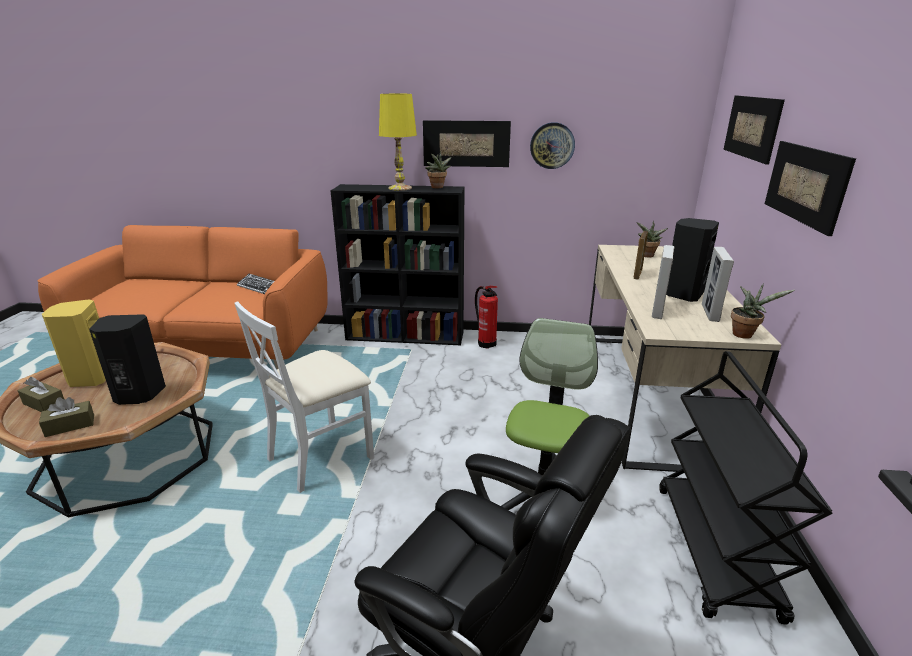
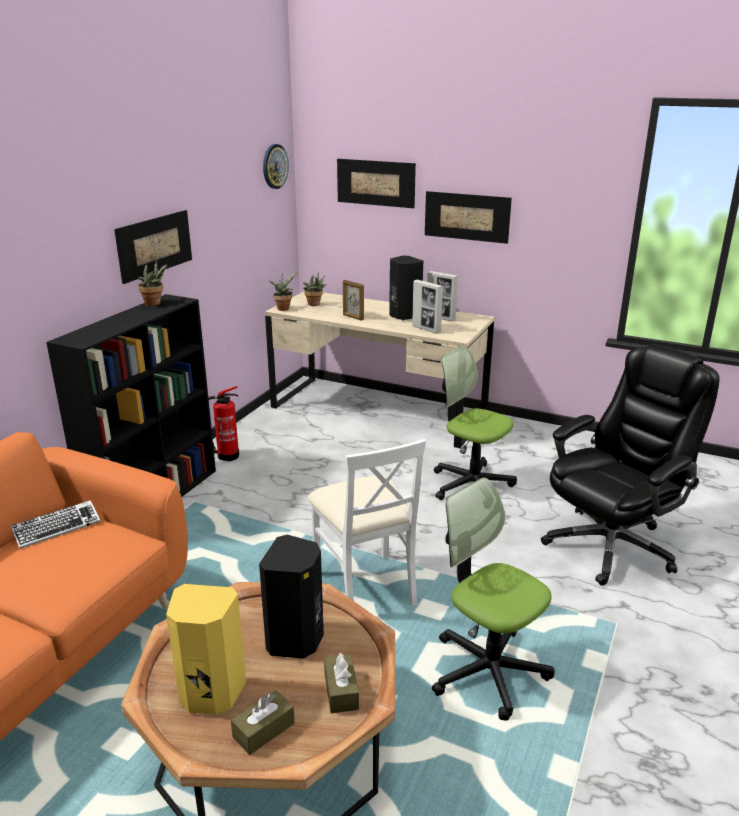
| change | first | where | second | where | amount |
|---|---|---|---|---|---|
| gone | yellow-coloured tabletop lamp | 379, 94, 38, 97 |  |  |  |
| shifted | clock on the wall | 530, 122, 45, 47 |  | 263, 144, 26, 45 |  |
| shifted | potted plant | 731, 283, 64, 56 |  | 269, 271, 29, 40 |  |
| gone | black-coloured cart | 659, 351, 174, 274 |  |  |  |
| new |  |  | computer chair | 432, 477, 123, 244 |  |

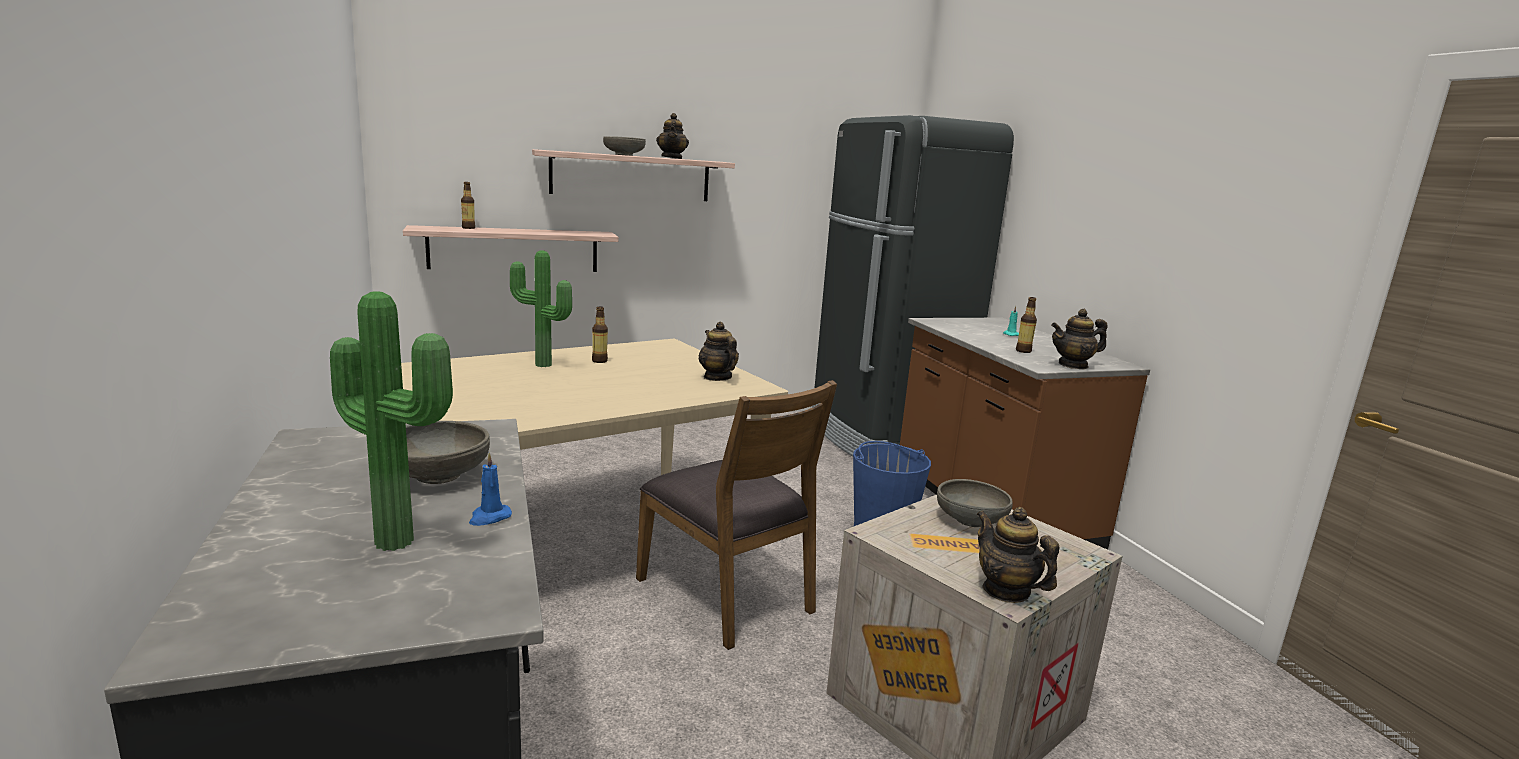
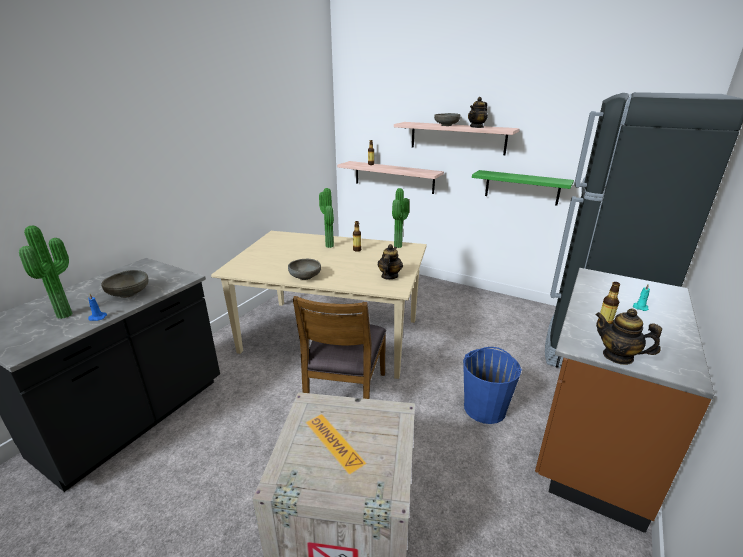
| change | first | where | second | where | amount |
|---|---|---|---|---|---|
| shifted | greyish serving bowl | 937, 479, 76, 48 |  | 288, 259, 33, 21 |  |
| gone | teapot | 976, 507, 83, 96 |  |  |  |
| new |  |  | greenish bracket shelf | 472, 170, 102, 36 |  |
| new |  |  | potted plant | 392, 188, 17, 60 |  |

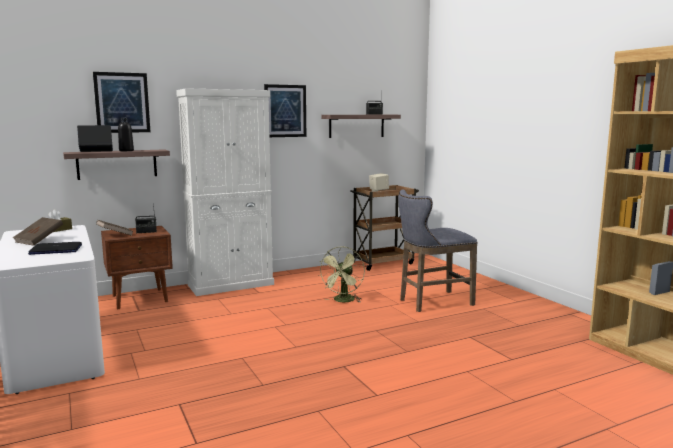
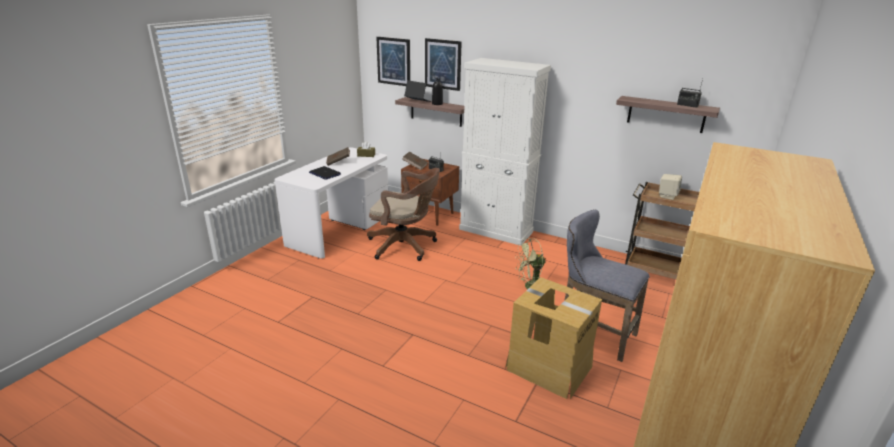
| change | first | where | second | where | amount |
|---|---|---|---|---|---|
| shifted | picture | 264, 84, 42, 53 |  | 376, 37, 34, 49 |  |
| new |  |  | brownish computer chair | 367, 168, 73, 93 |  |
| new |  |  | carton | 505, 277, 97, 122 |  |

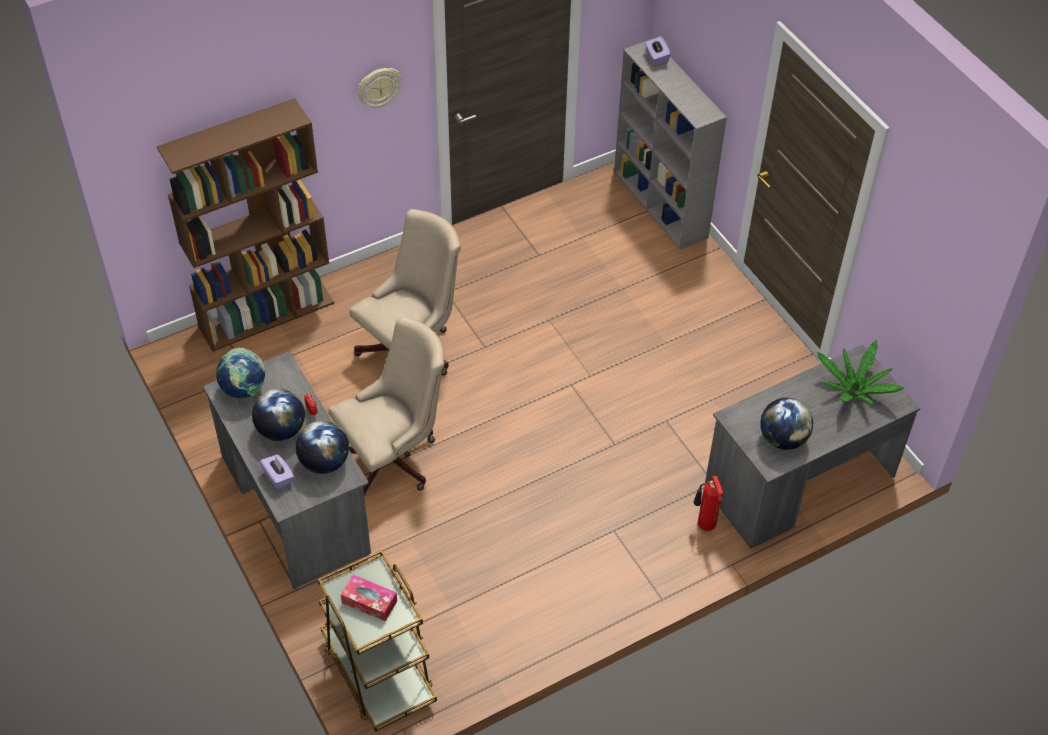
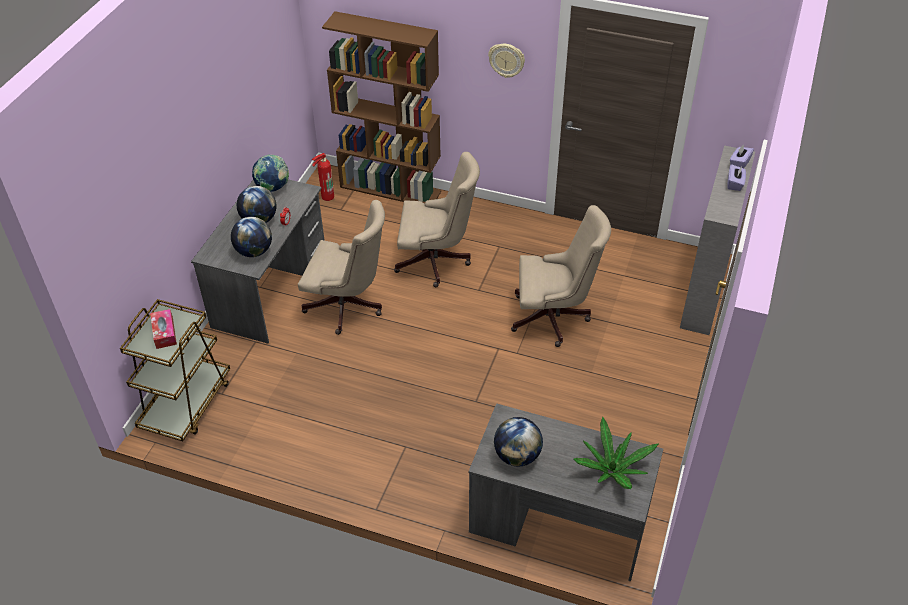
| change | first | where | second | where | amount |
|---|---|---|---|---|---|
| shifted | purplish tissue box | 260, 454, 34, 36 |  | 728, 164, 18, 27 |  |
| shifted | fire-fighting cylinder | 694, 476, 29, 55 |  | 312, 153, 22, 48 |  |
| new |  |  | beige-coloured computer chair | 511, 205, 100, 142 |  |

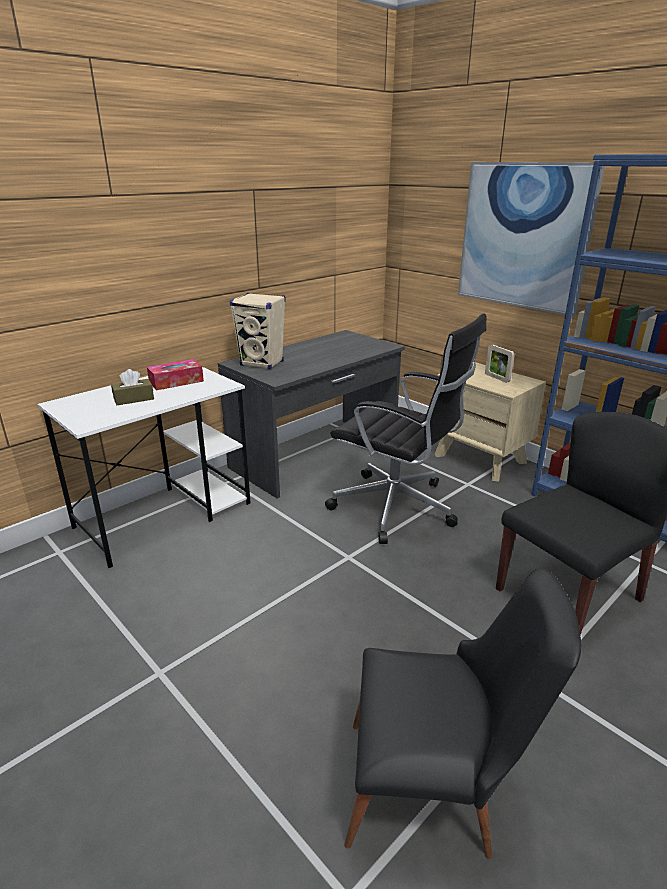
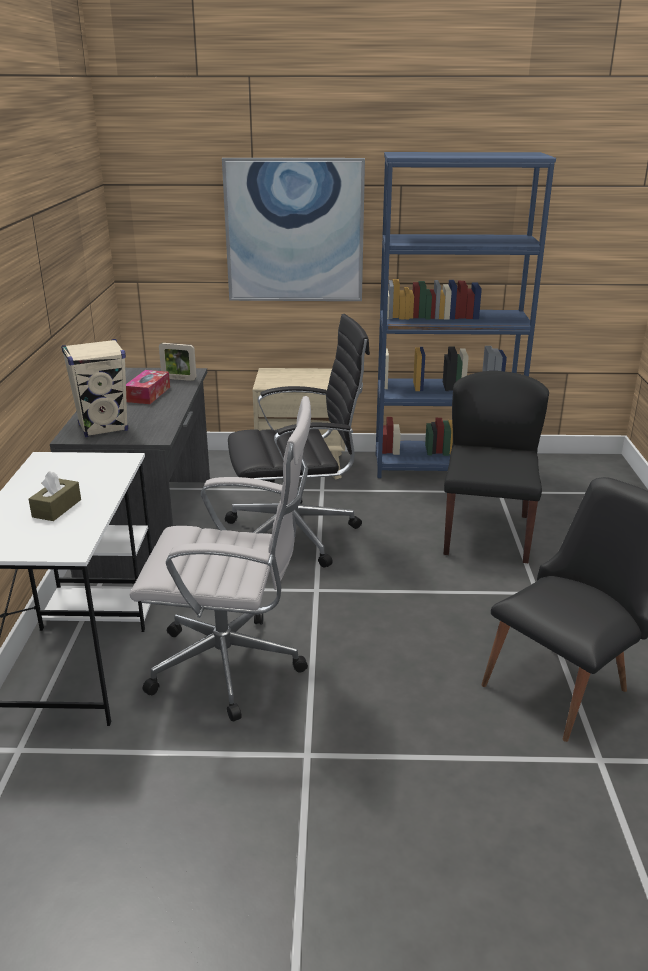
| change | first | where | second | where | amount |
|---|---|---|---|---|---|
| shifted | standing frame | 485, 345, 30, 38 |  | 159, 343, 38, 38 |  |
| shifted | tissue box | 147, 359, 57, 31 |  | 126, 370, 44, 34 |  |
| new |  |  | white computer chair | 130, 396, 181, 326 |  |

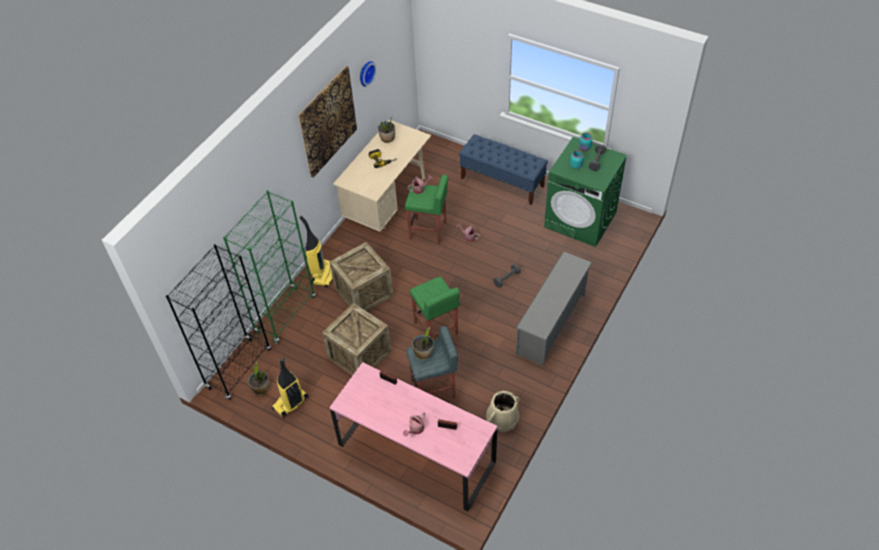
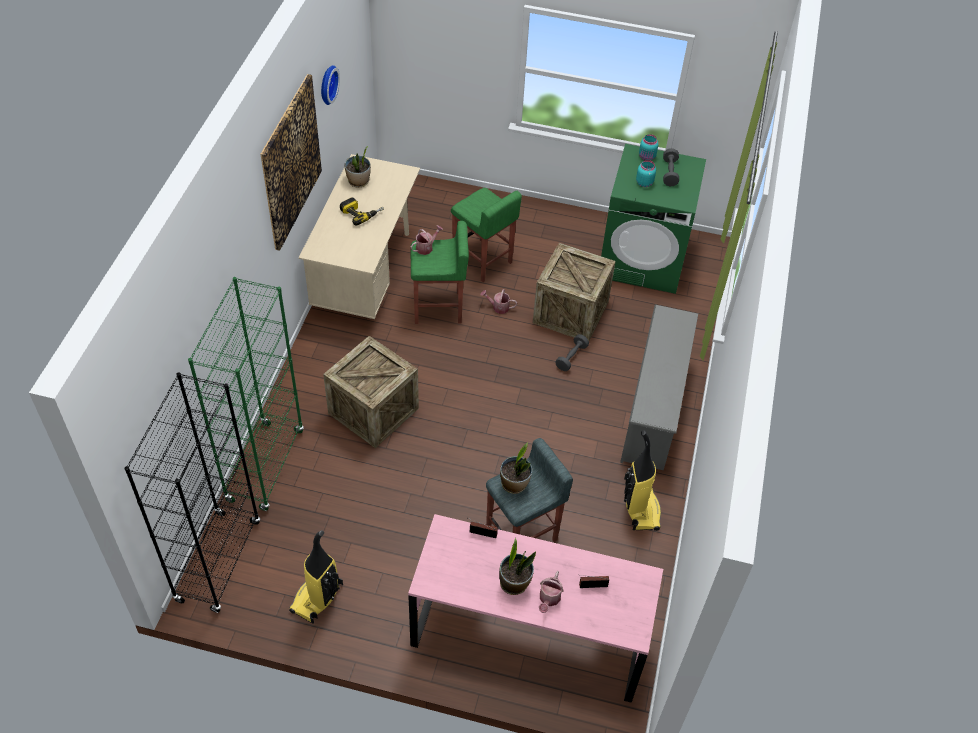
| change | first | where | second | where | amount |
|---|---|---|---|---|---|
| gone | bluish indoor bench | 459, 134, 89, 71 |  |  |  |
| shifted | hoover | 300, 216, 33, 71 |  | 624, 430, 37, 101 |  |
| shifted | greenish stool | 410, 277, 50, 62 |  | 451, 188, 71, 94 |  |
| shifted | shipping crate | 322, 303, 69, 73 |  | 533, 243, 83, 98 |  |
| shifted | potted plant | 248, 362, 21, 33 |  | 499, 538, 37, 57 |  |
| gone | beige-coloured water bucket | 486, 391, 34, 41 |  |  |  |

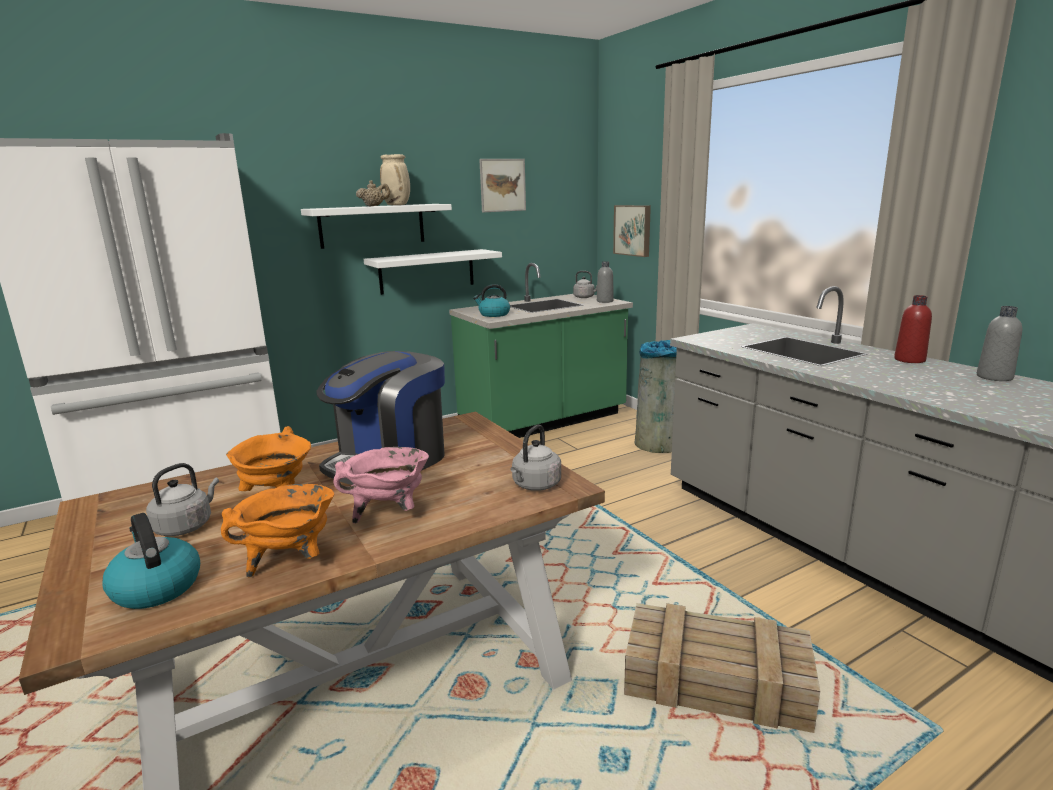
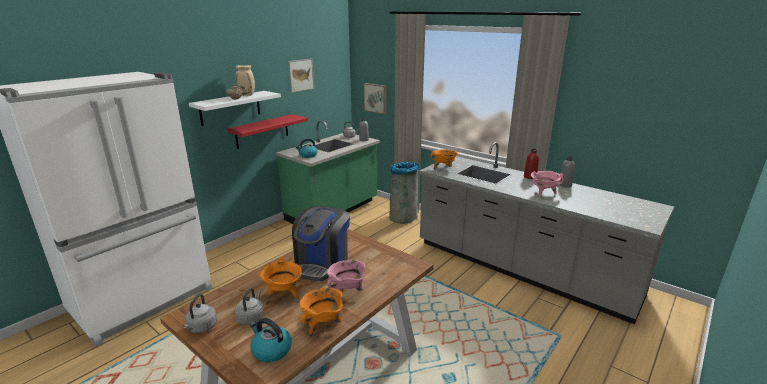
| change | first | where | second | where | amount |
|---|---|---|---|---|---|
| repainted | white bracket shelf | 364, 249, 138, 46 | red-coloured bracket shelf | 226, 114, 82, 35 |  |
| shifted | greyish water kettle | 511, 425, 50, 66 |  | 183, 294, 34, 39 |  |
| gone | shipping crate | 624, 603, 196, 130 |  |  |  |
| new |  |  | orangey stockpot | 430, 149, 28, 20 |  |
| new |  |  | pinkish stockpot | 531, 171, 33, 26 |  |

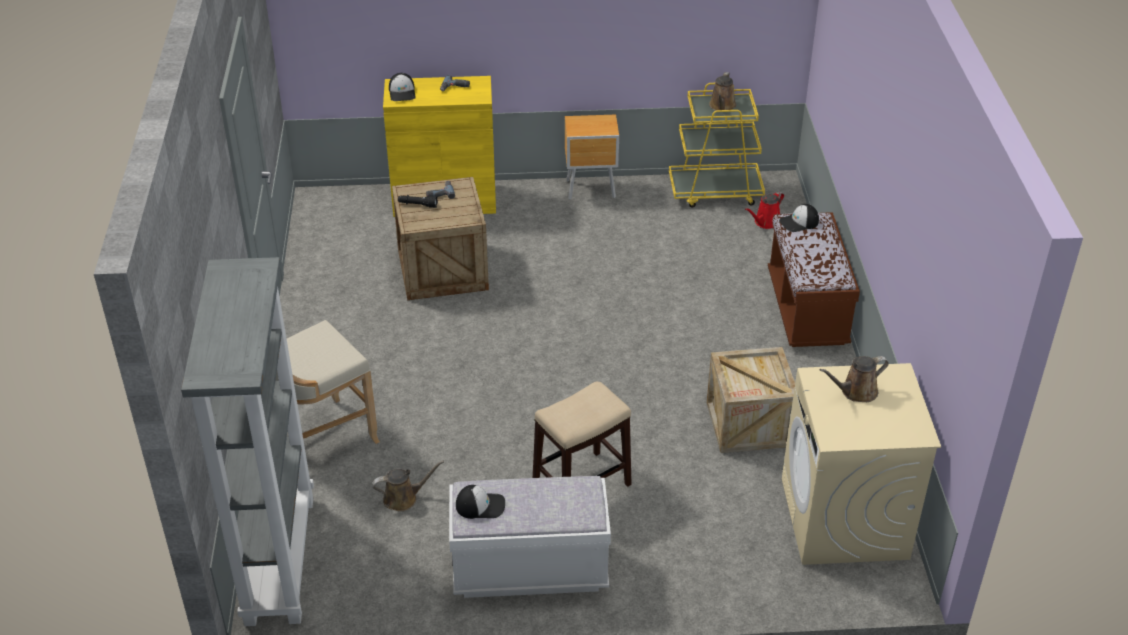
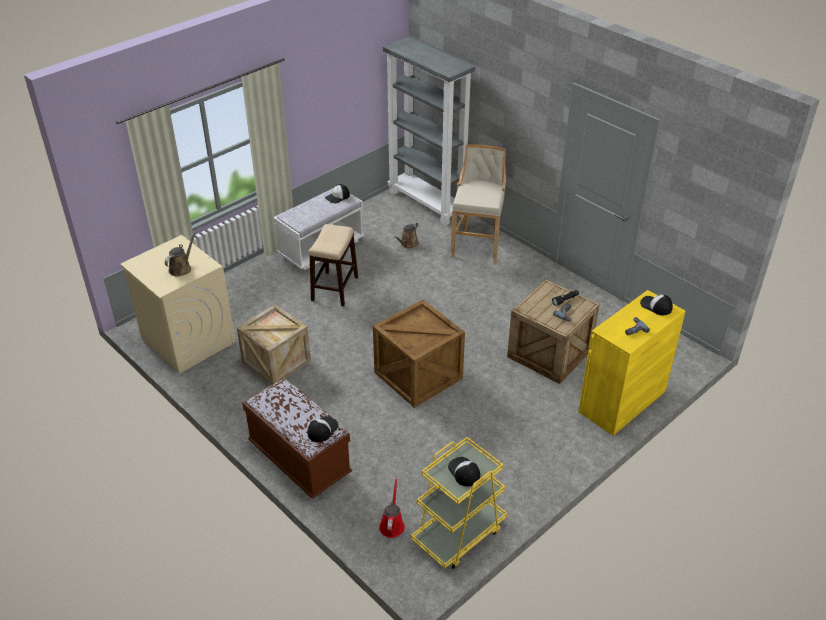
| change | first | where | second | where | amount |
|---|---|---|---|---|---|
| swapped | brownish sprinkling can | 709, 72, 27, 38 | peaked cap | 448, 457, 32, 30 |  |
| gone | brownish night table | 565, 114, 54, 86 |  |  |  |
| new |  |  | shipping crate | 373, 299, 92, 109 |  |

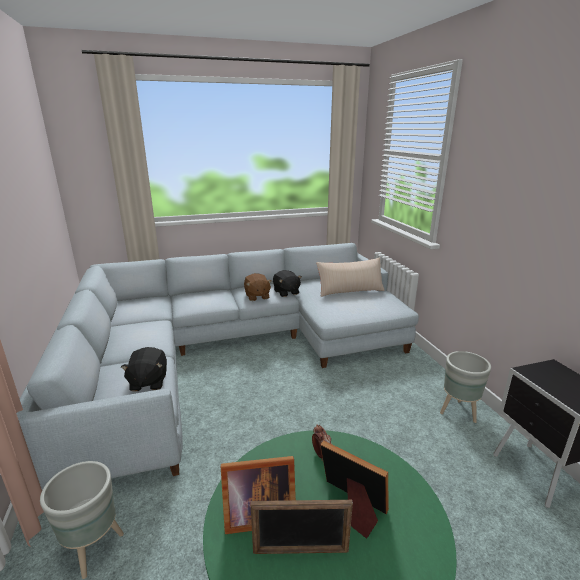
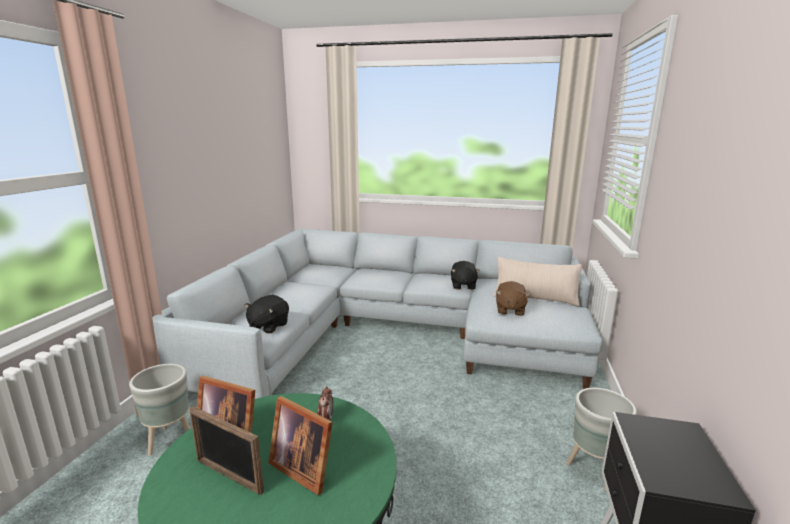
| change | first | where | second | where | amount |
|---|---|---|---|---|---|
| shifted | brownish soft toy | 244, 273, 28, 28 |  | 496, 281, 34, 35 |  |
| rotated | standing frame | 320, 440, 69, 99 |  | 268, 396, 65, 99 | 150 degrees clockwise |

